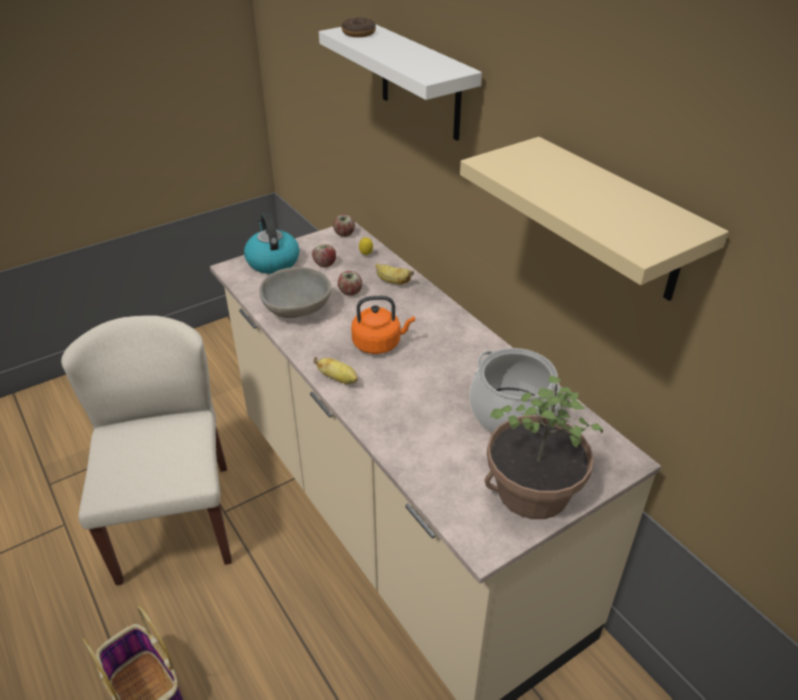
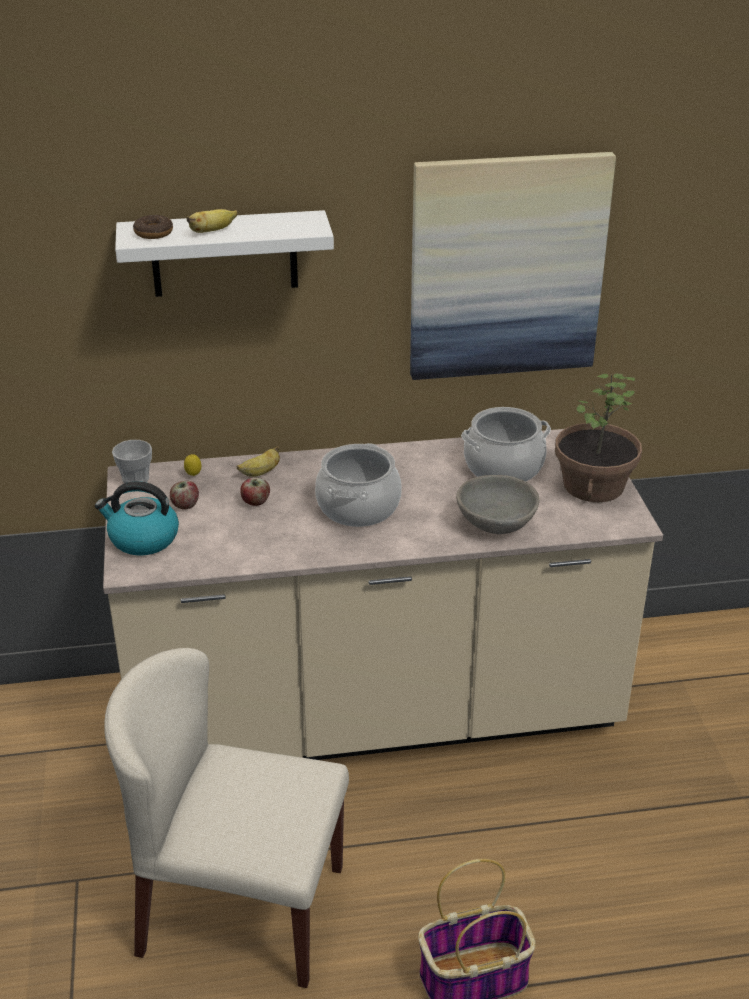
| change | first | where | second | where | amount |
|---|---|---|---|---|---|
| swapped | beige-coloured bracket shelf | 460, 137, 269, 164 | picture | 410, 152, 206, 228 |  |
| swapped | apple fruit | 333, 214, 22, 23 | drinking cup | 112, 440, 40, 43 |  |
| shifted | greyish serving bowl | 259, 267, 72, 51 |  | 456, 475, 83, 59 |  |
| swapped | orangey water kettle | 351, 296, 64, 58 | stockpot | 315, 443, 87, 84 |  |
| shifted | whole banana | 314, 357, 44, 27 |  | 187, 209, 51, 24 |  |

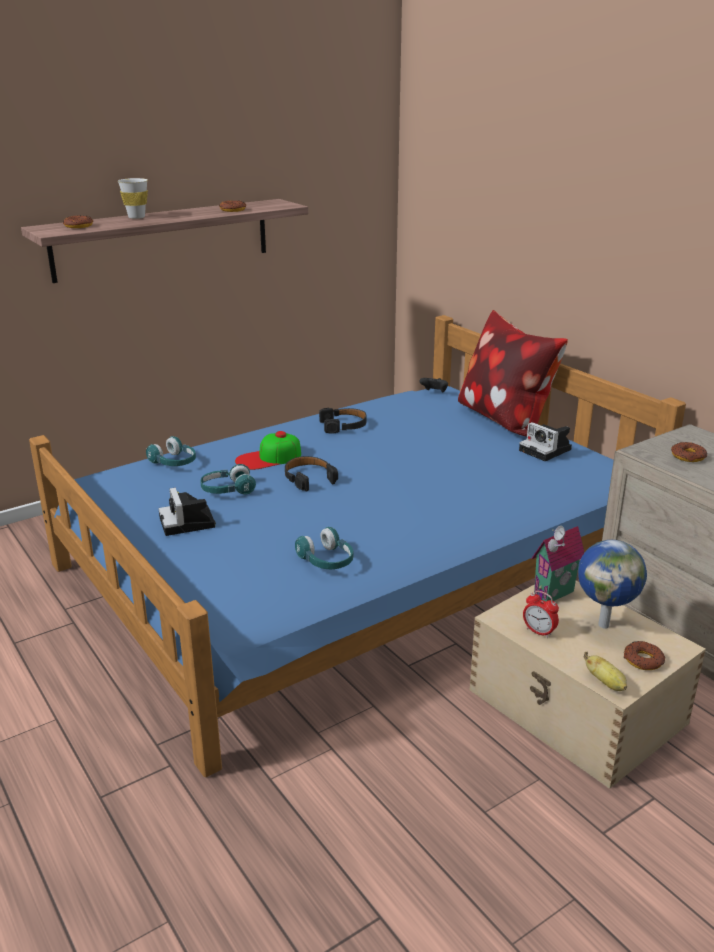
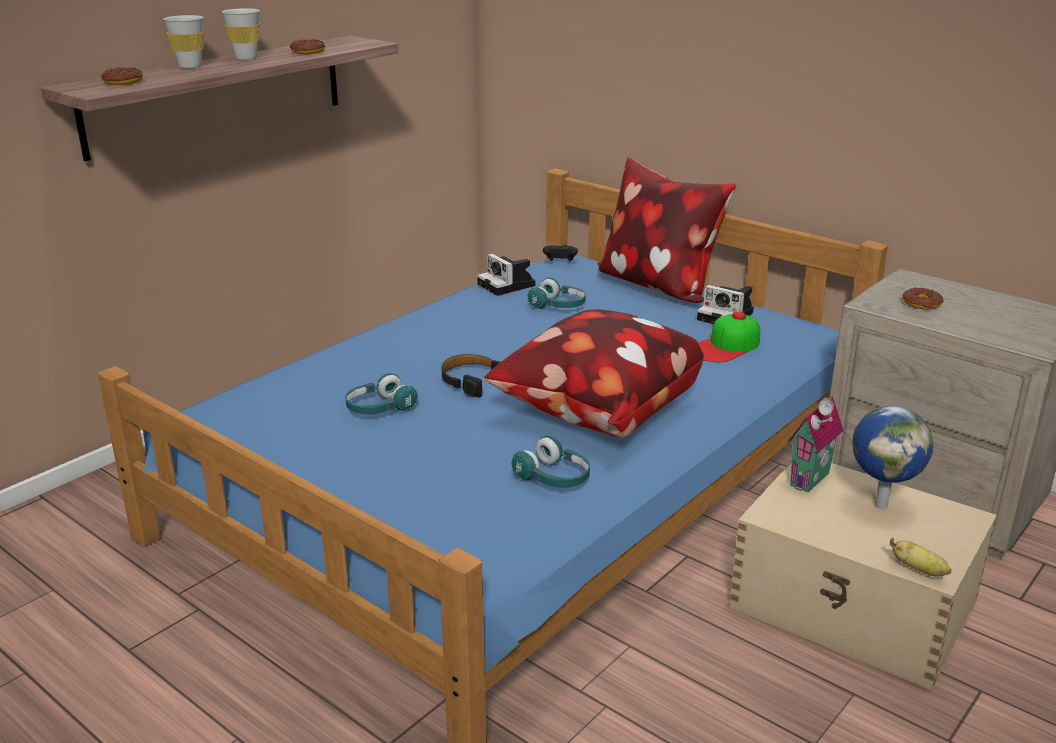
| change | first | where | second | where | amount |
|---|---|---|---|---|---|
| gone | black-coloured pair of headphones | 319, 408, 47, 26 |  |  |  |
| shifted | peaked cap | 235, 431, 66, 39 |  | 698, 312, 62, 50 |  |
| shifted | blue-green pair of headphones | 146, 436, 50, 30 |  | 527, 277, 59, 32 |  |
| shifted | photo camera | 158, 488, 58, 48 |  | 477, 254, 58, 42 |  |
| gone | bedside clock | 523, 591, 36, 47 |  |  |  |
| gone | ring doughnut | 624, 641, 41, 29 |  |  |  |
| new |  |  | white drinking cup | 222, 8, 38, 52 |  |
| new |  |  | throw pillow | 484, 309, 220, 129 |  |

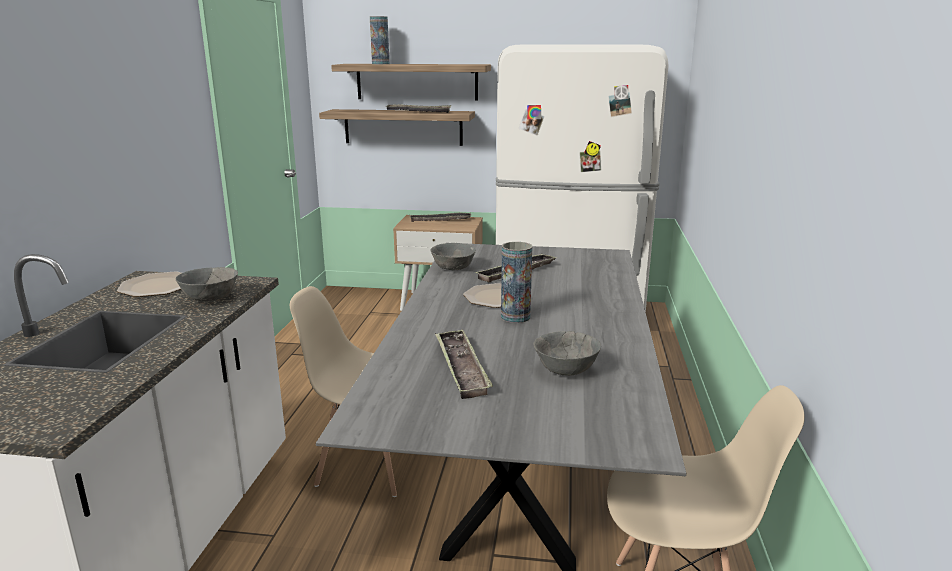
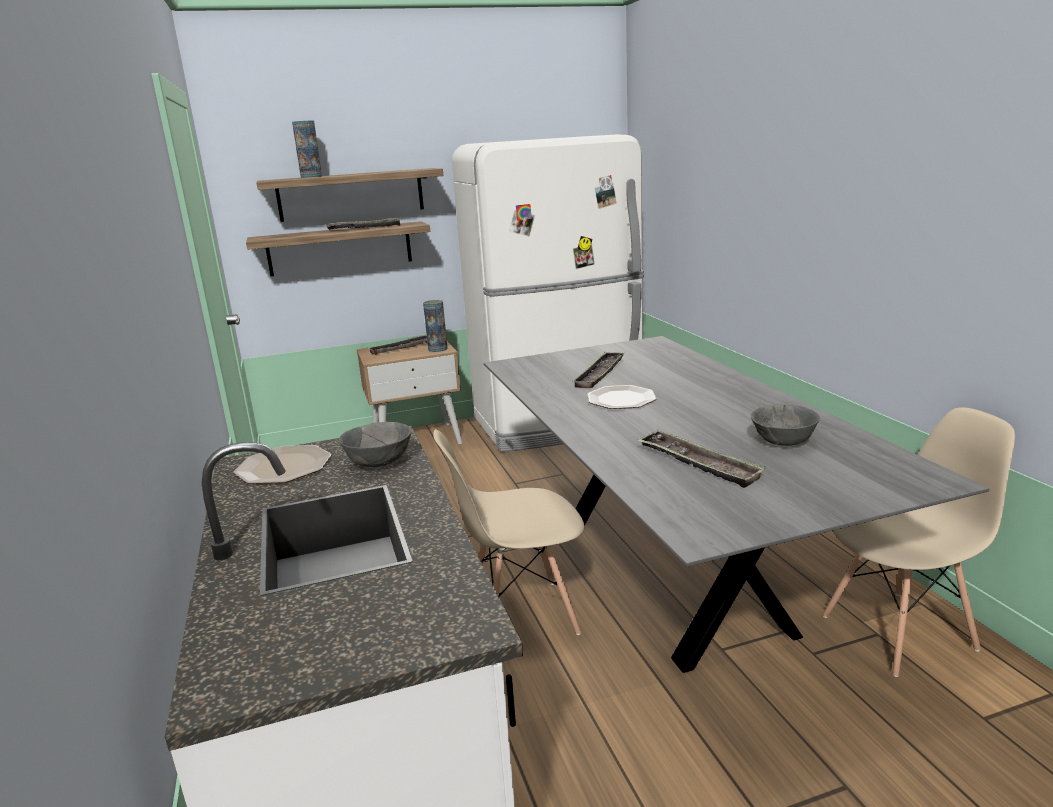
| change | first | where | second | where | amount |
|---|---|---|---|---|---|
| shifted | decorative vase | 501, 242, 31, 81 |  | 423, 300, 24, 52 |  |
| gone | greyish serving bowl | 431, 243, 45, 27 |  |  |  |

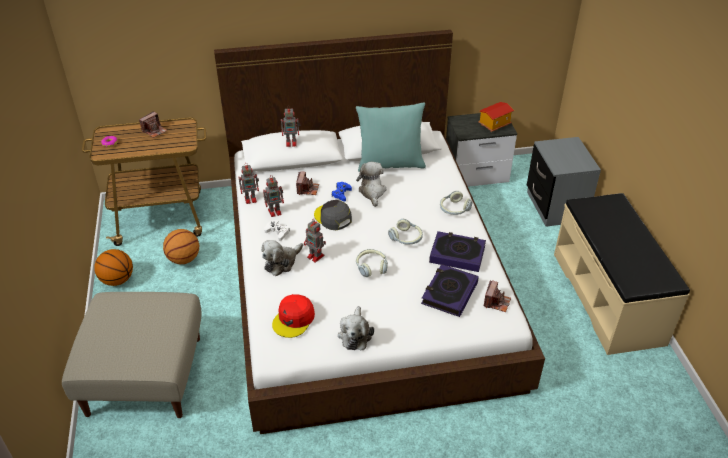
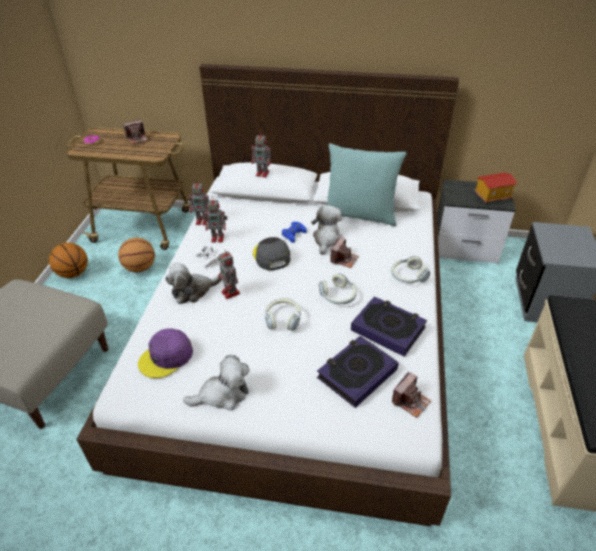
| change | first | where | second | where | amount |
|---|---|---|---|---|---|
| shifted | photo camera | 296, 171, 23, 24 |  | 330, 237, 29, 31 |  |
| repainted | red-coloured peaked cap | 272, 294, 43, 44 | purplish peaked cap | 138, 328, 55, 50 |  |
| rotated | soft toy | 338, 306, 36, 44 |  | 183, 355, 67, 55 | 135 degrees counterclockwise |

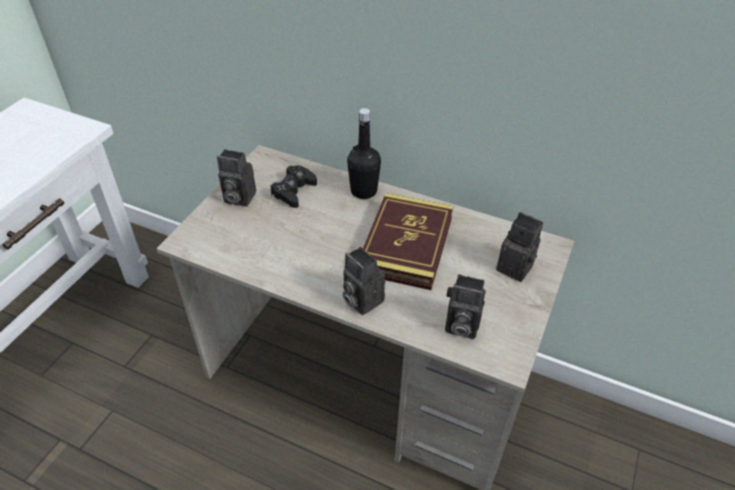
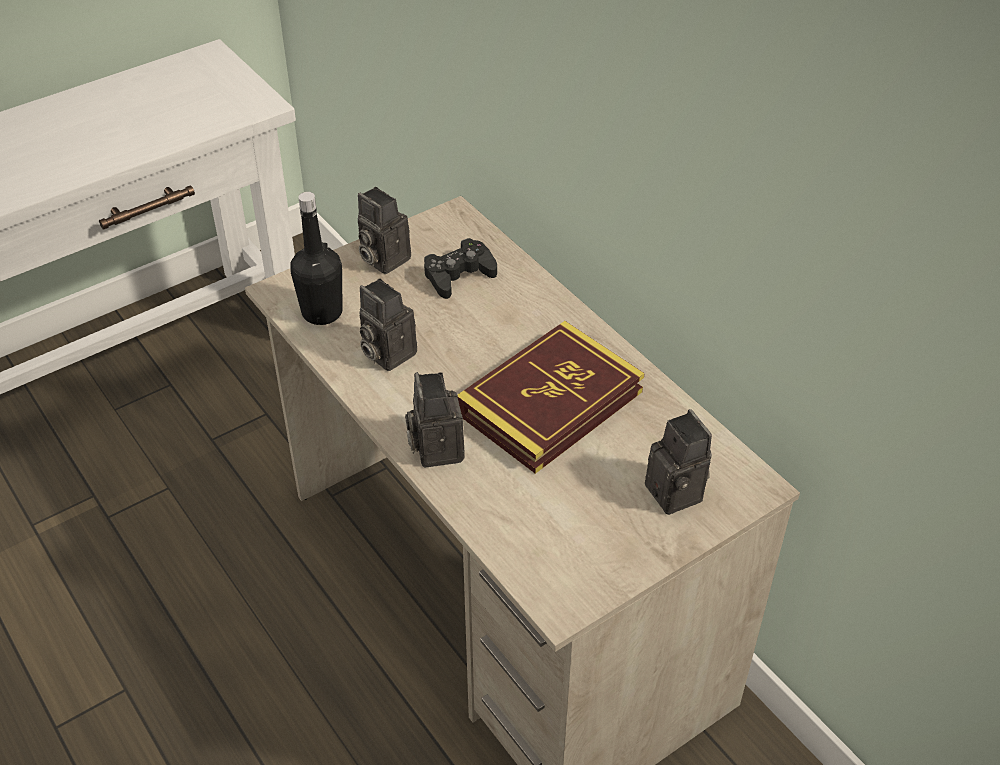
| change | first | where | second | where | amount |
|---|---|---|---|---|---|
| shifted | black-coloured drink bottle | 347, 108, 34, 91 |  | 290, 192, 53, 133 |  |
| shifted | photo camera | 445, 274, 41, 65 |  | 360, 278, 57, 93 |  |

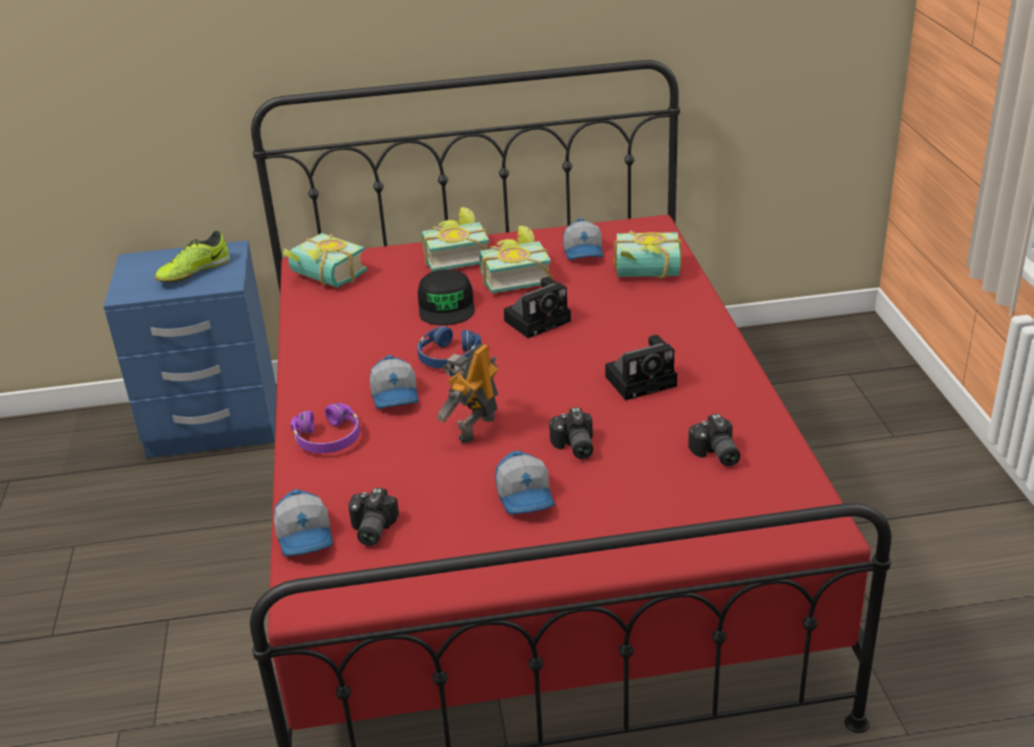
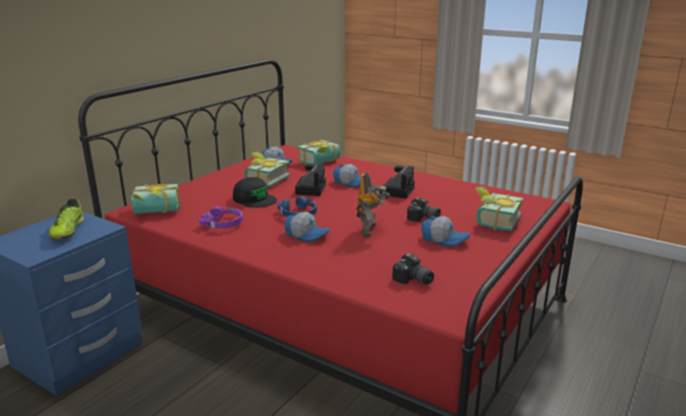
| change | first | where | second | where | amount |
|---|---|---|---|---|---|
| shifted | volume | 422, 207, 67, 65 |  | 475, 187, 48, 44 |  |
| rotated | robot figure | 436, 342, 62, 101 |  | 356, 172, 34, 65 | 150 degrees counterclockwise |
| shifted | purplish pair of headphones | 290, 403, 70, 50 |  | 199, 206, 44, 23 |  |
| gone | photo camera | 688, 414, 52, 52 |  |  |  |
| shifted | peaked cap | 274, 489, 59, 68 |  | 333, 164, 38, 23 |  |

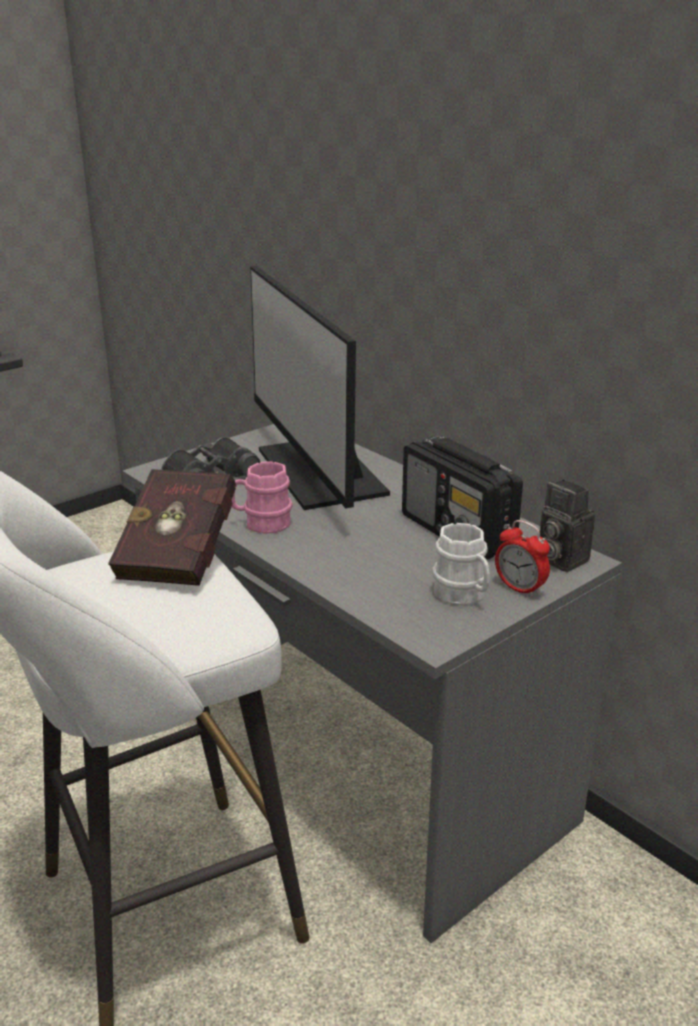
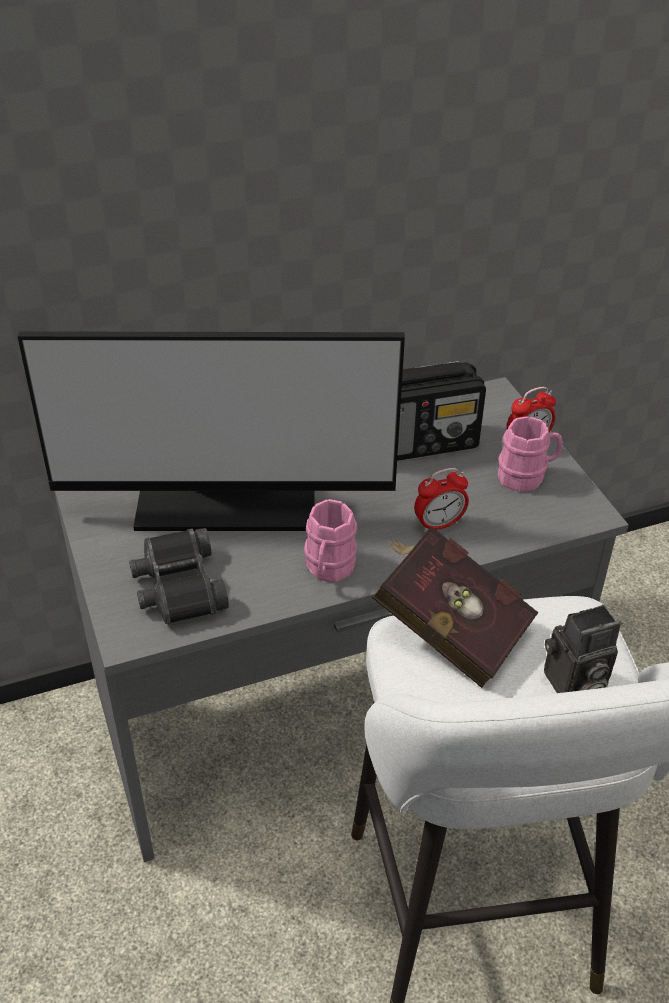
| change | first | where | second | where | amount |
|---|---|---|---|---|---|
| shifted | photo camera | 540, 480, 55, 92 |  | 544, 605, 77, 88 |  |
| repainted | white coffee mug | 432, 523, 58, 83 | pinkish coffee mug | 498, 416, 65, 76 |  |
| new |  |  | bedside clock | 414, 468, 55, 64 |  |

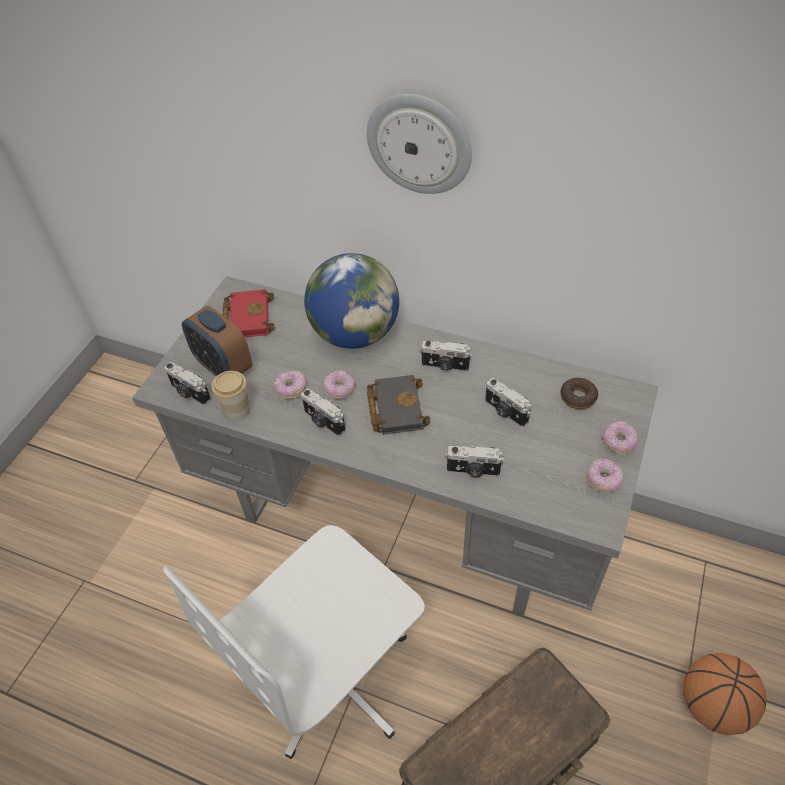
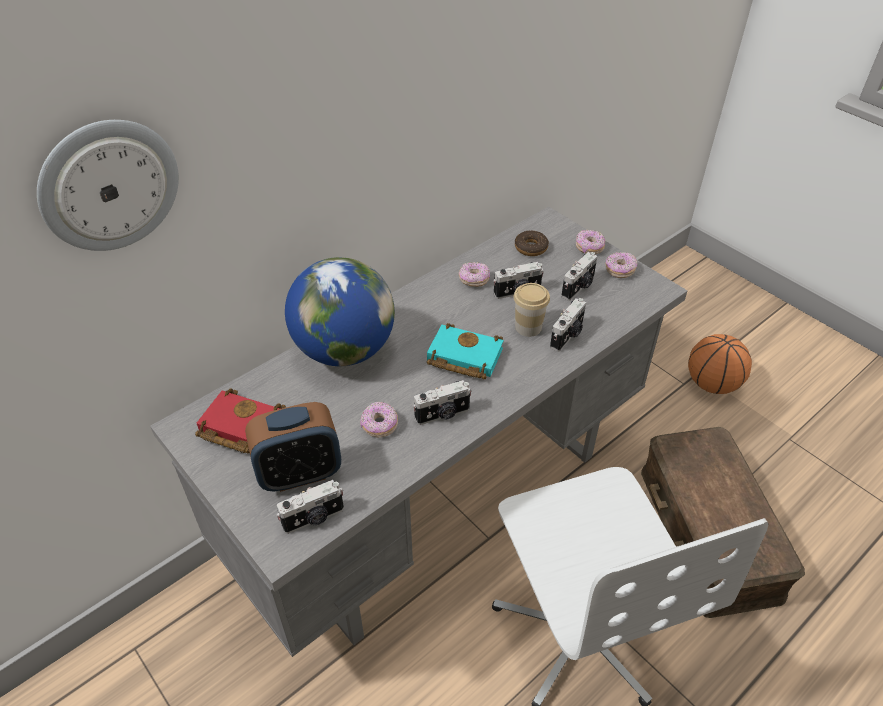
| change | first | where | second | where | amount |
|---|---|---|---|---|---|
| shifted | clock on the wall | 367, 94, 105, 100 |  | 37, 120, 142, 131 |  |
| shifted | photo camera | 420, 341, 52, 31 |  | 561, 252, 37, 49 |  |
| shifted | ring doughnut | 323, 370, 32, 29 |  | 459, 262, 31, 25 |  |
| shifted | drinking cup | 212, 371, 38, 50 |  | 513, 283, 37, 54 |  |
| repainted | black-coloured volume | 367, 375, 64, 60 | blue-green volume | 427, 323, 77, 56 |  |

